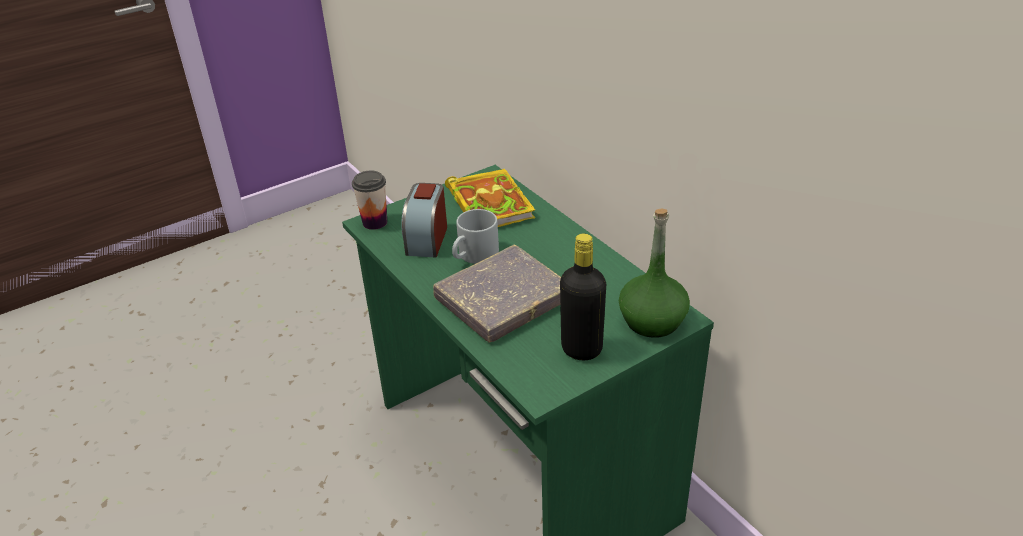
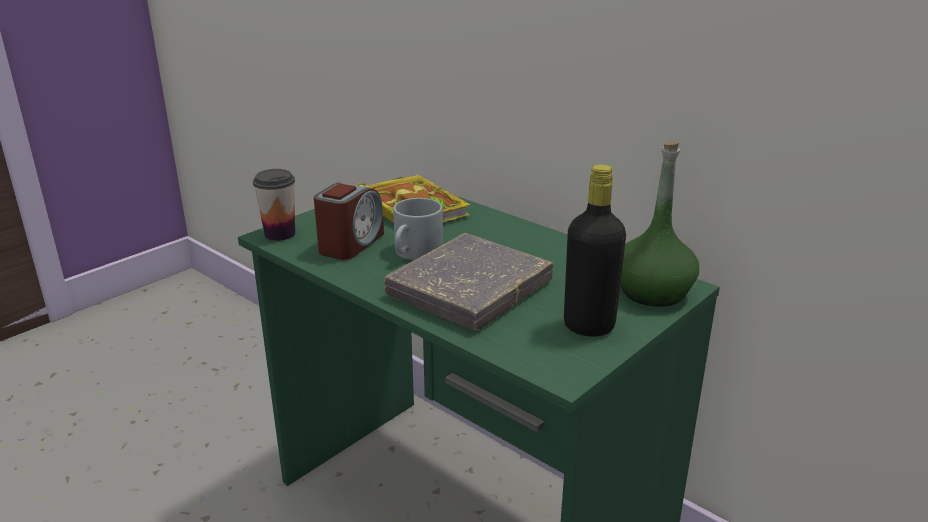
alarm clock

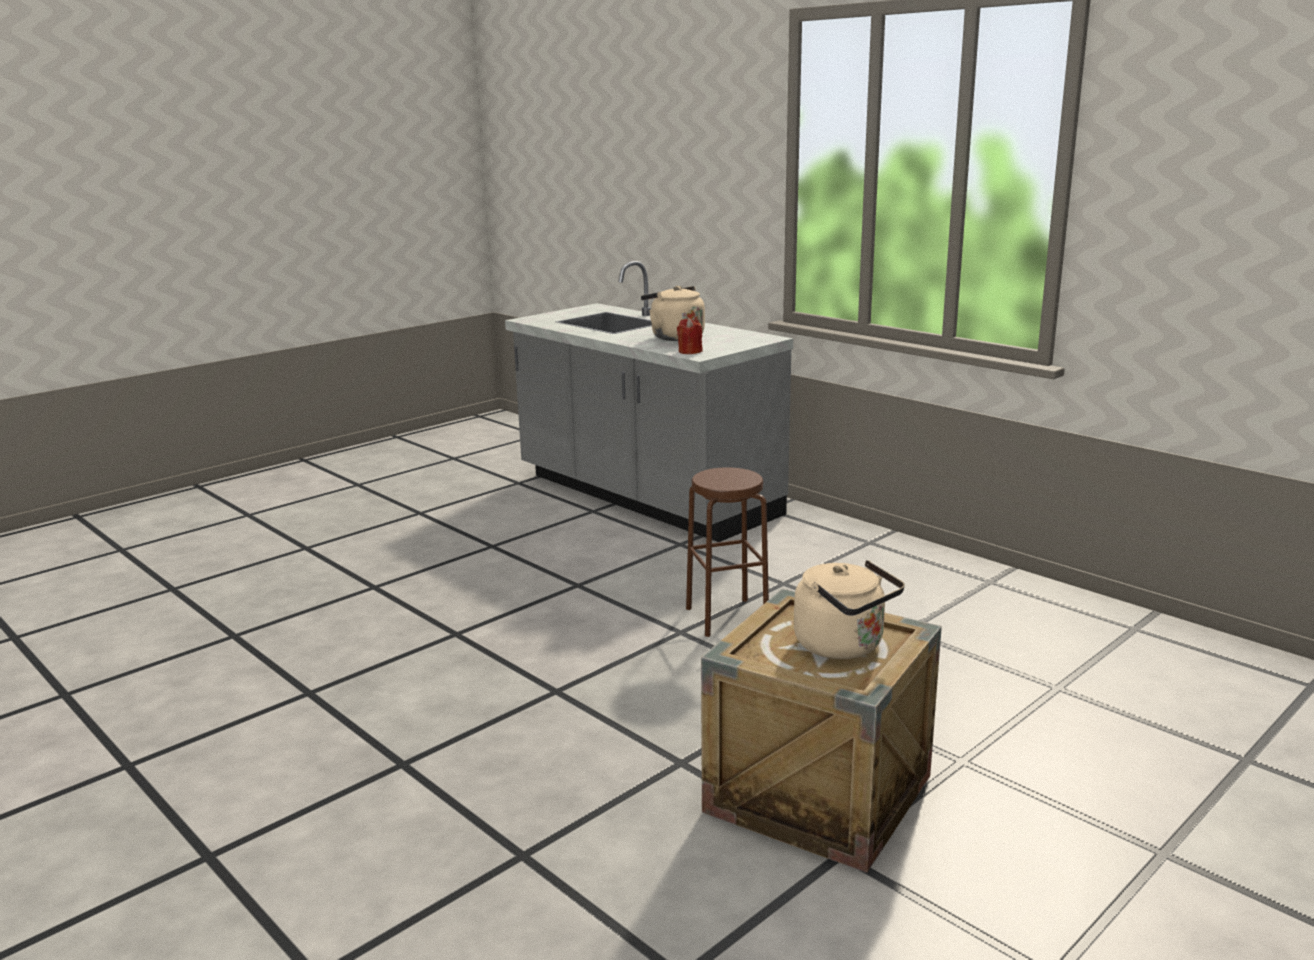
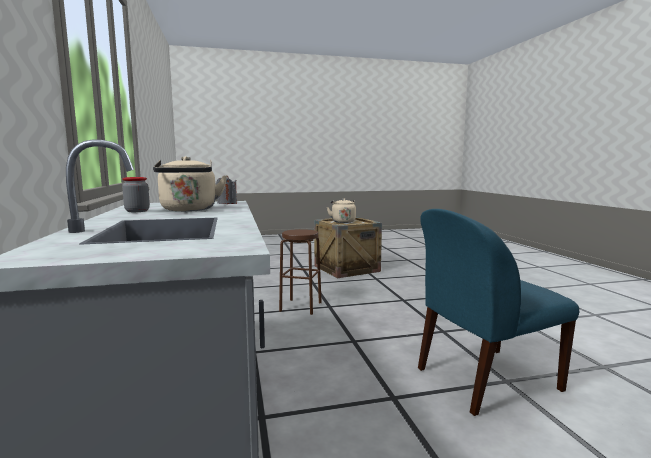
jar
candle in grey
chair in blue

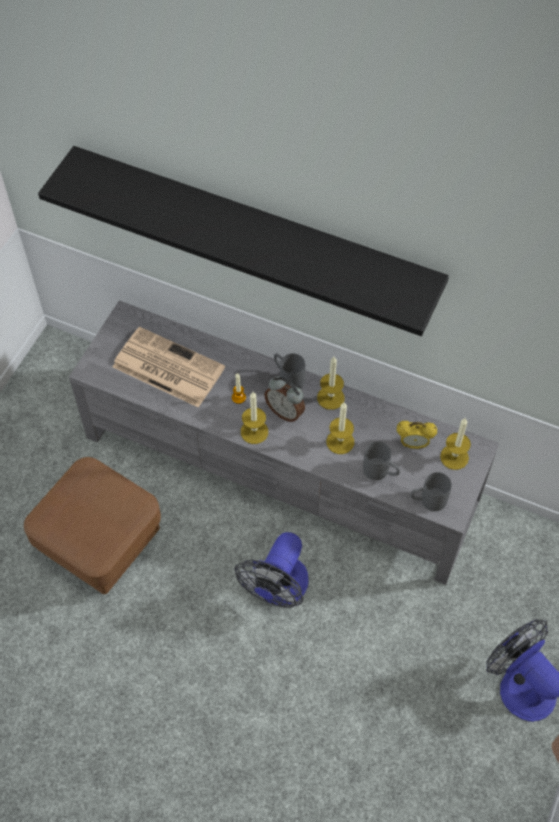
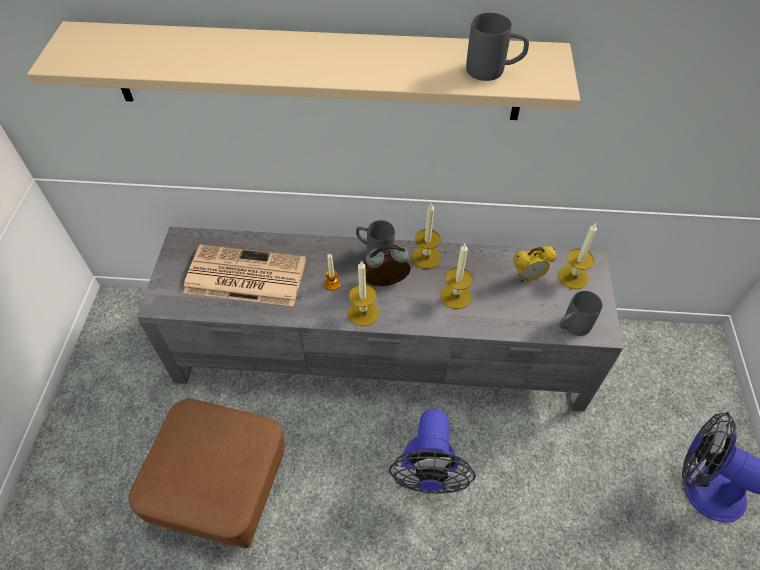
shelf in beige
alarm clock (1st from left)
mug in grey (2nd from left)

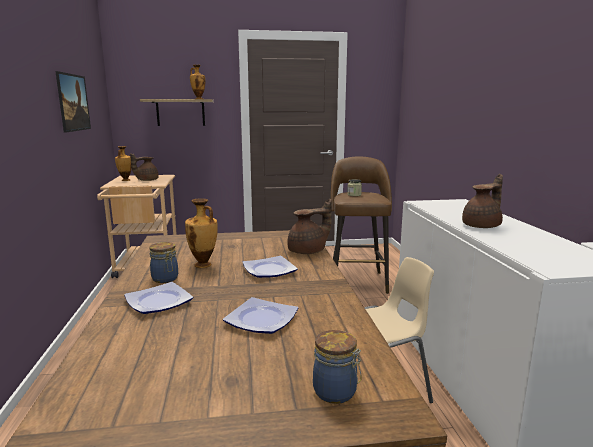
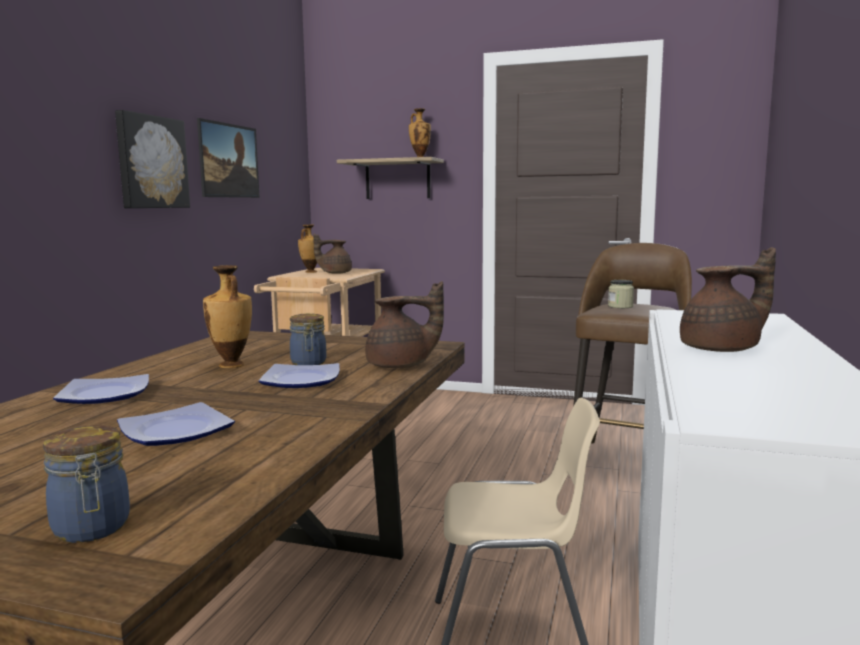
picture (1st from left)
jar (2nd from left)

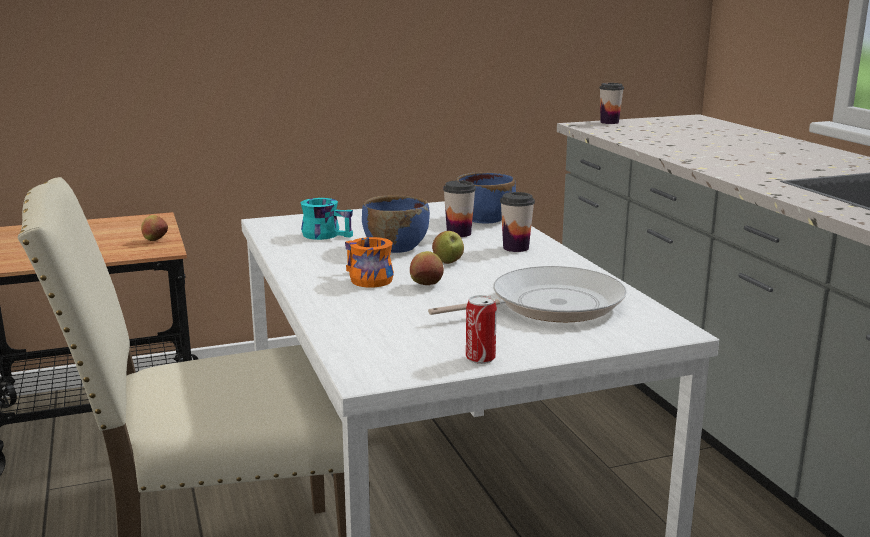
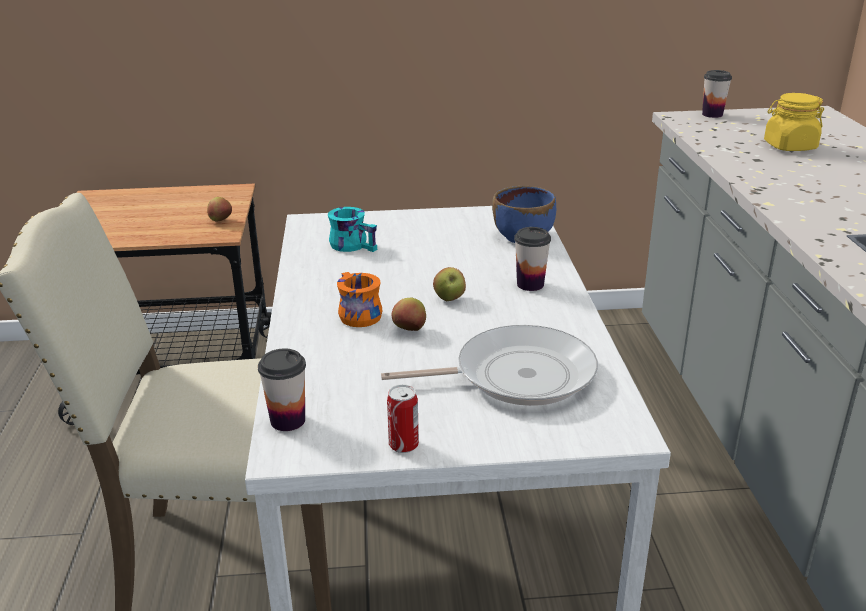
cup (1st from left)
jar in yellow
bowl in blue (1st from left in the first image)

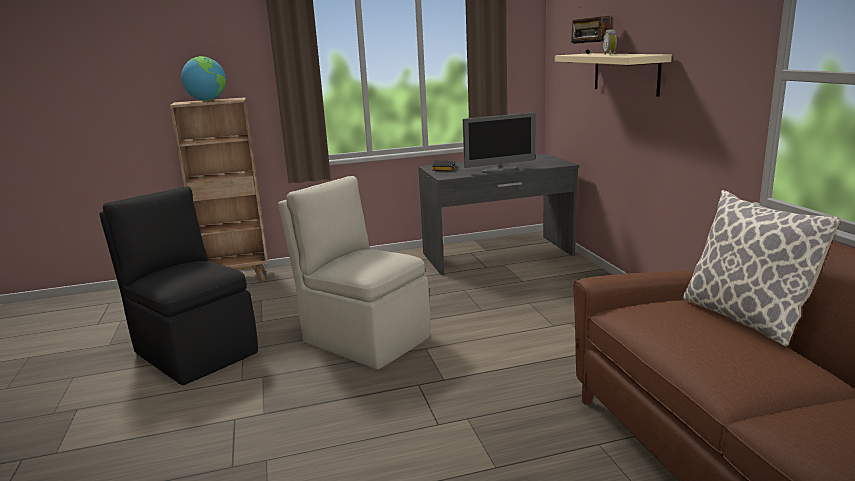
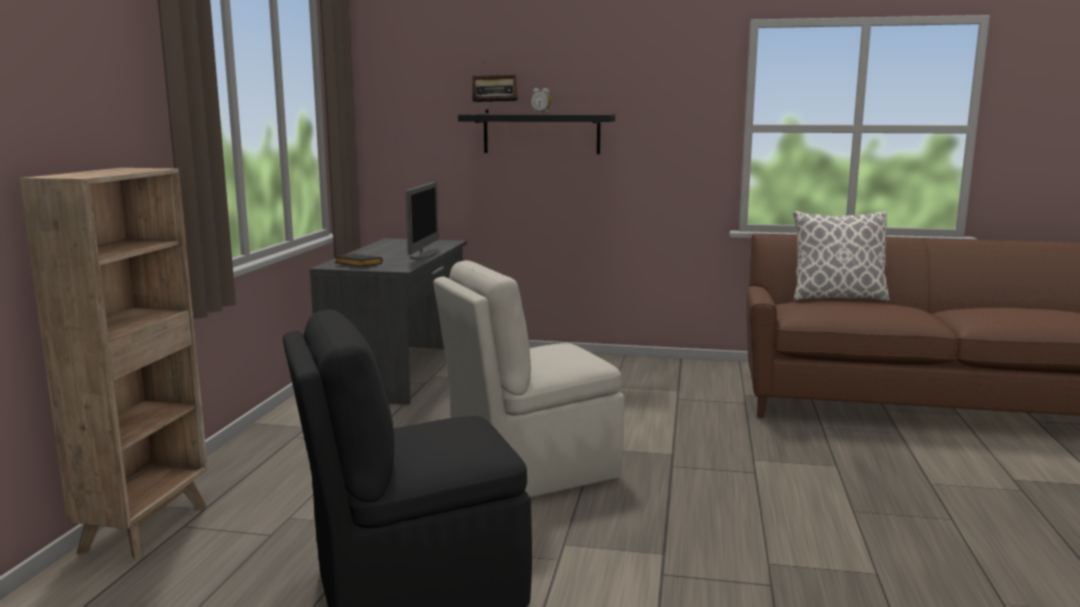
shelf in black
globe

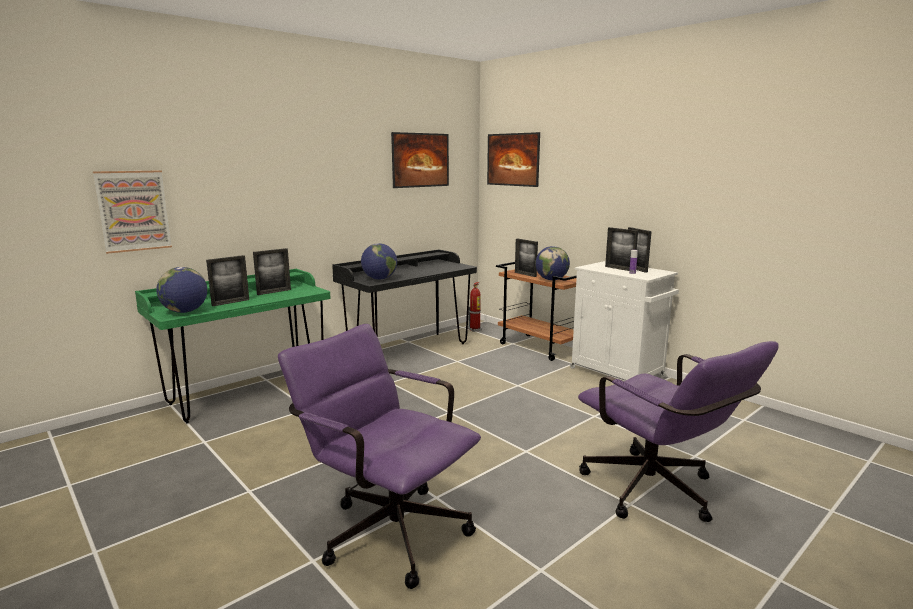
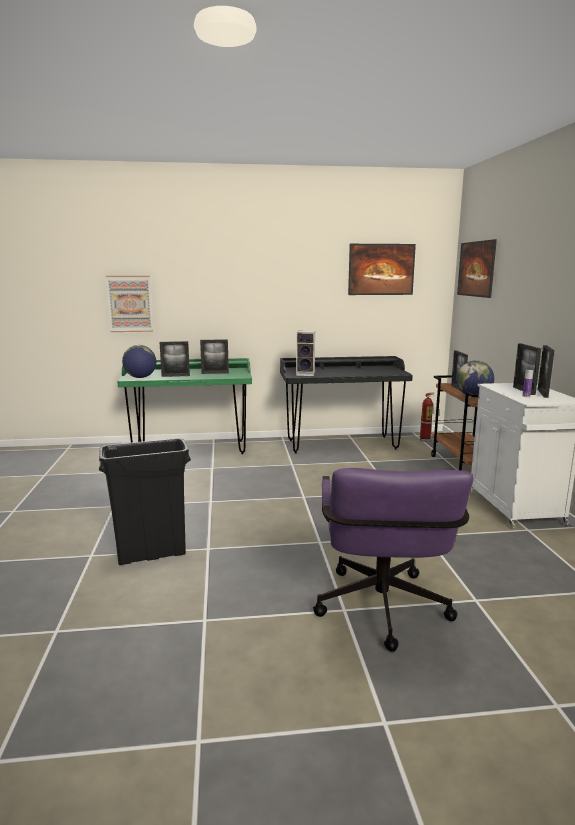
trash can in black
speaker

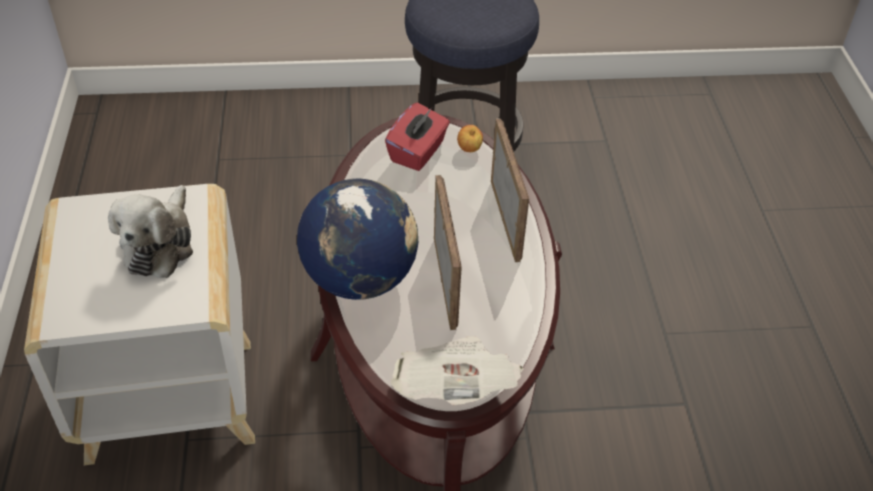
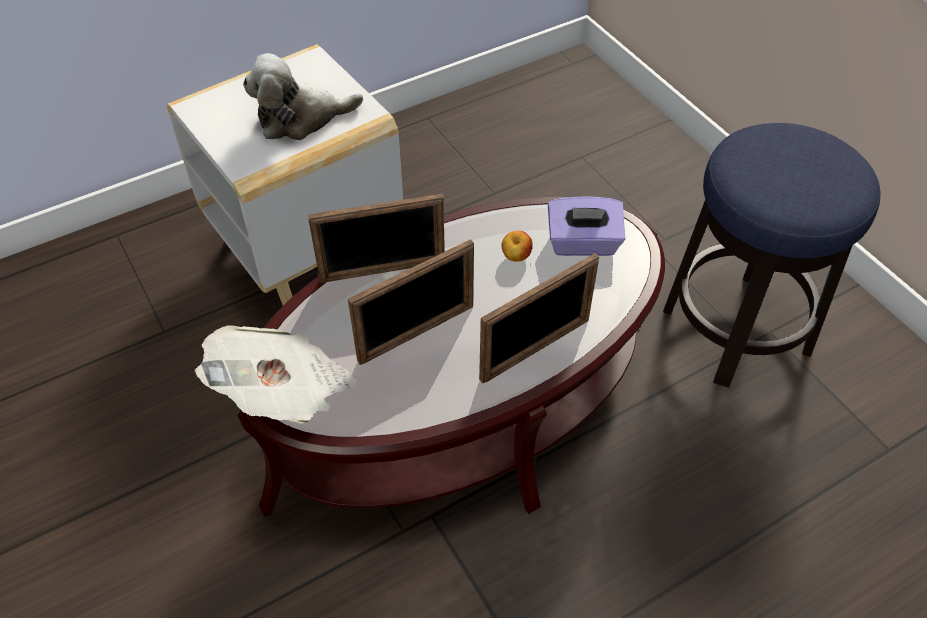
picture frame (1st from left)
apple
tissue box in purple

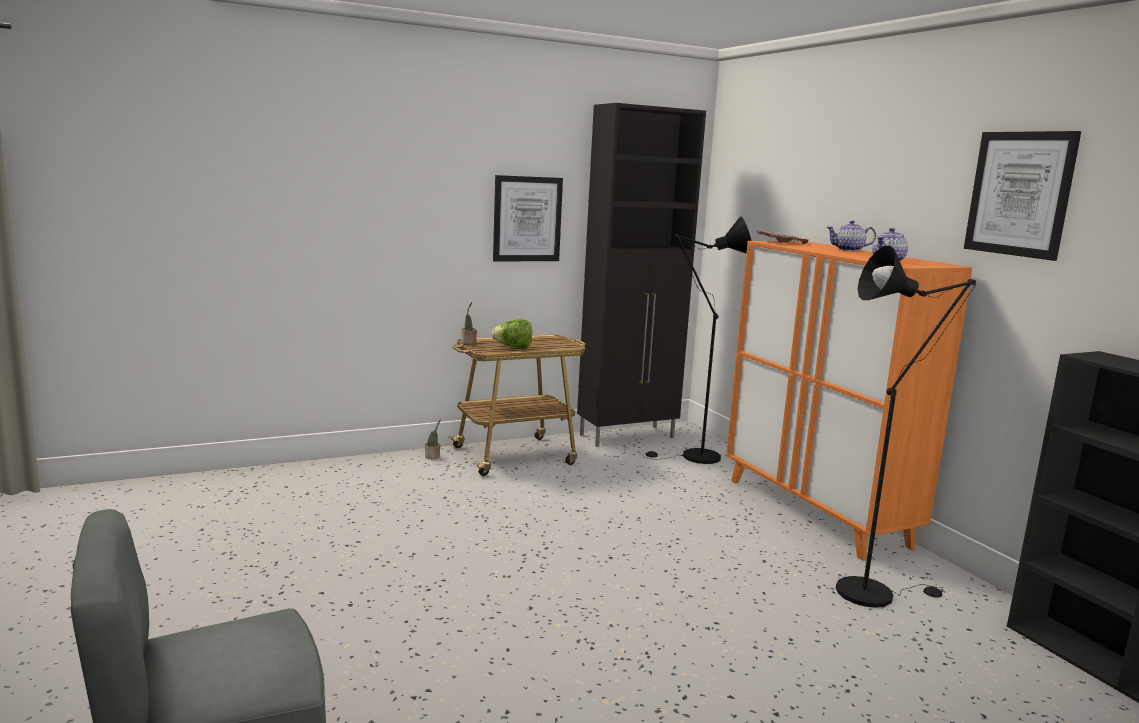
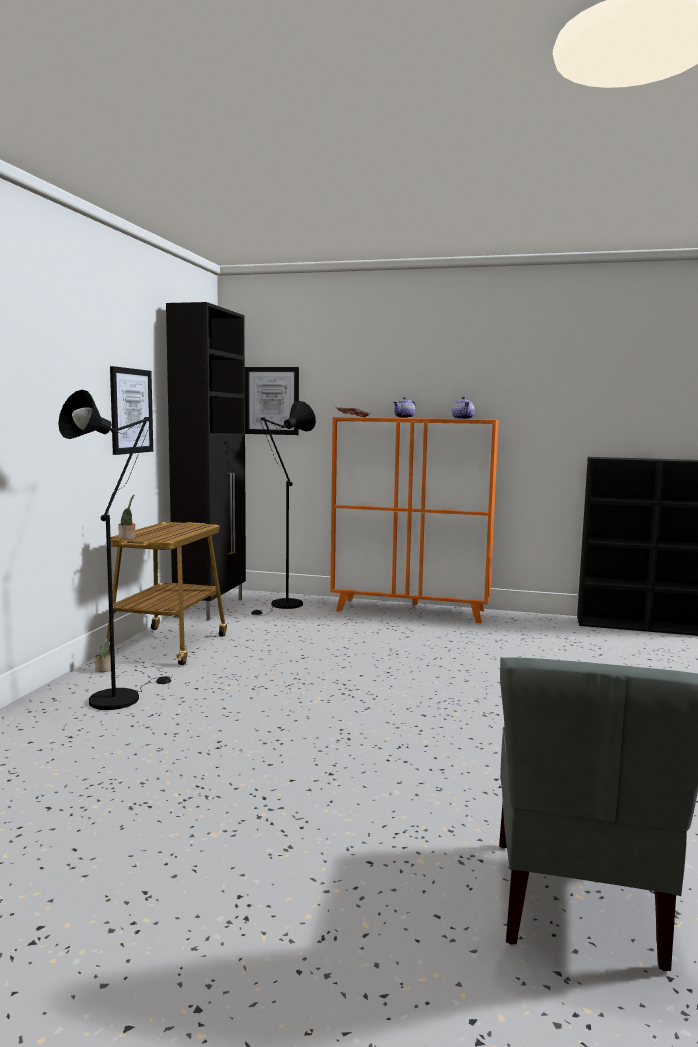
floor lamp in black (1st from left)
picture (2nd from left)
lettuce

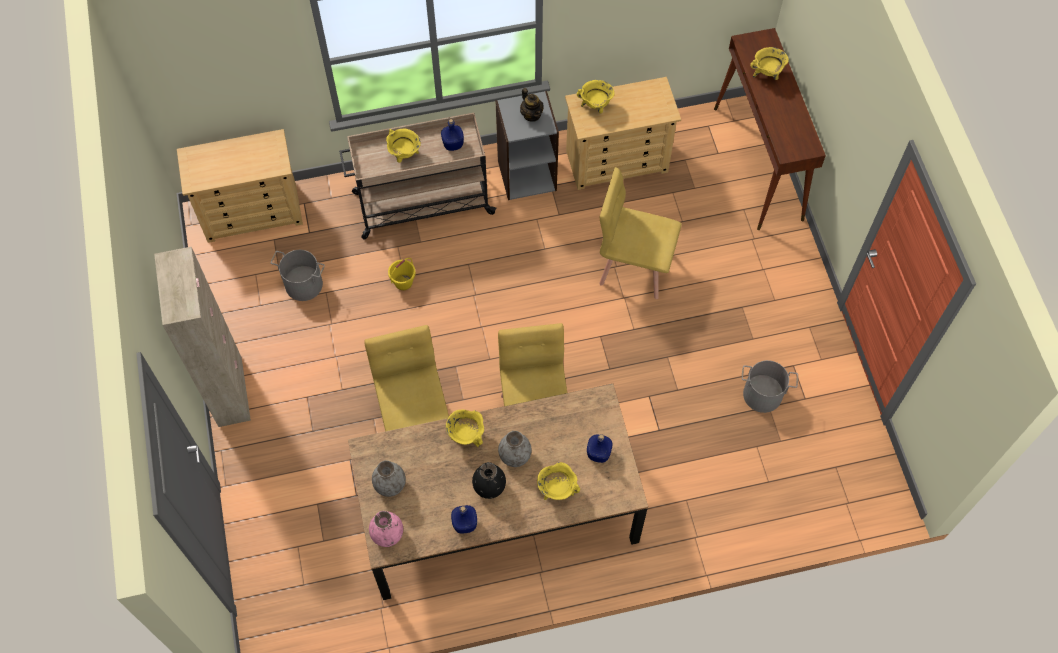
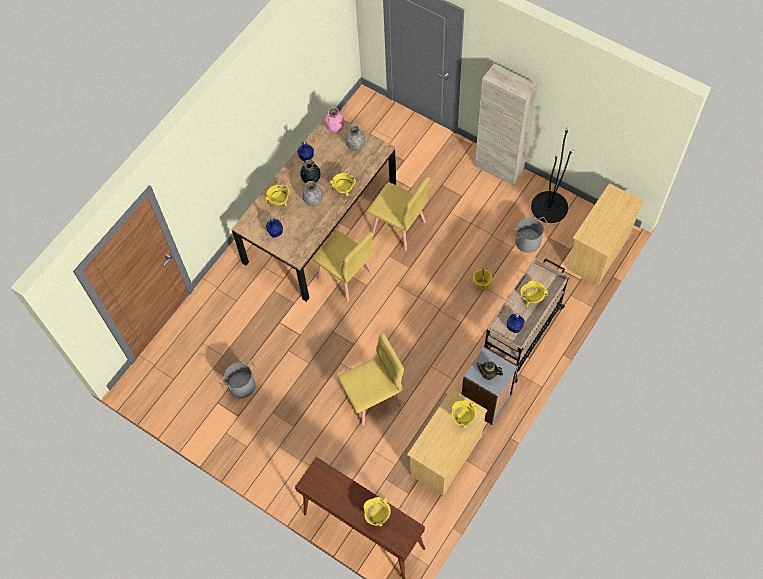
floor lamp in black

